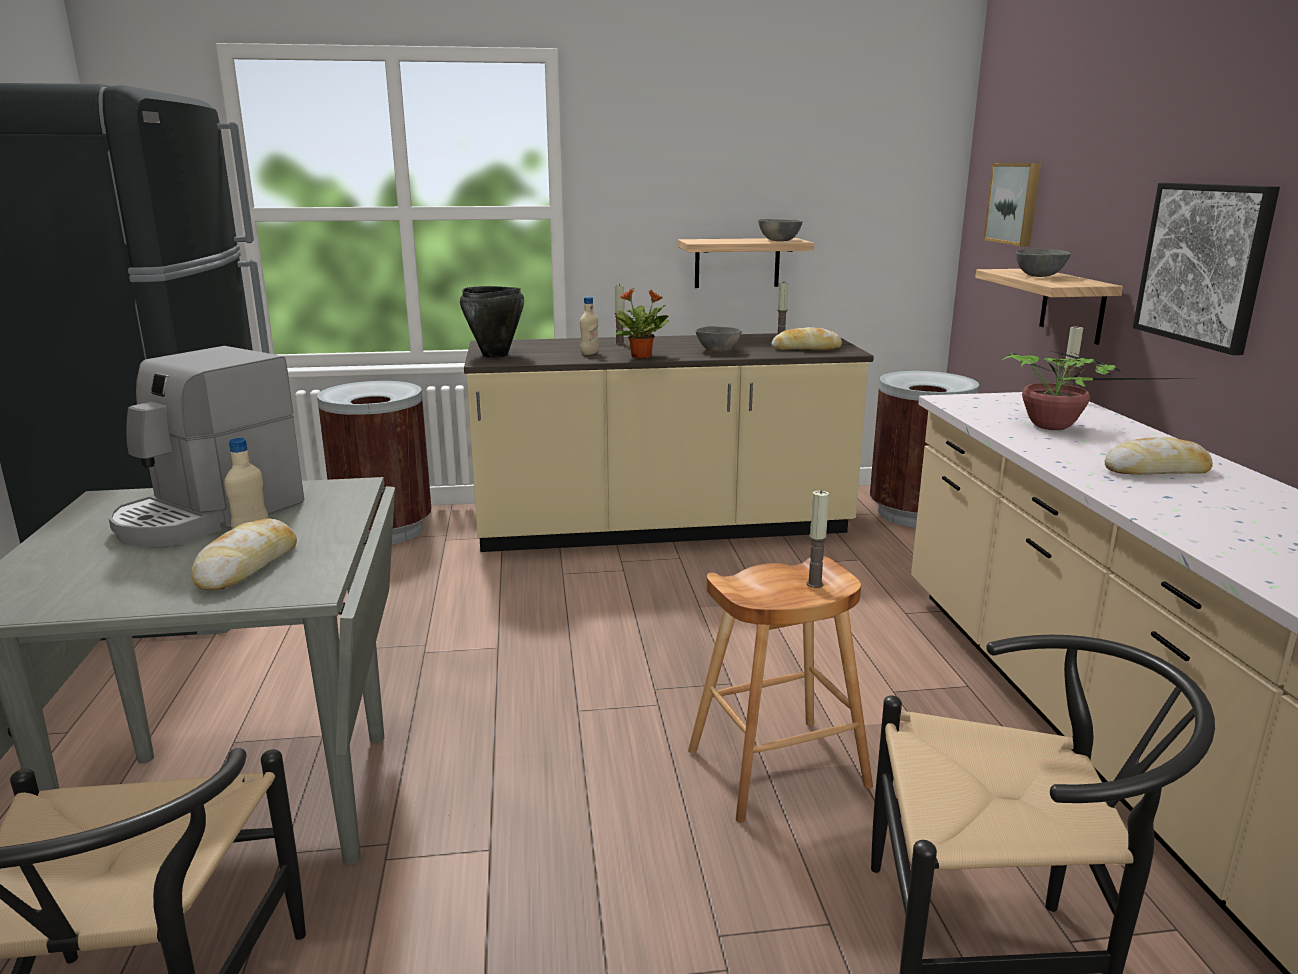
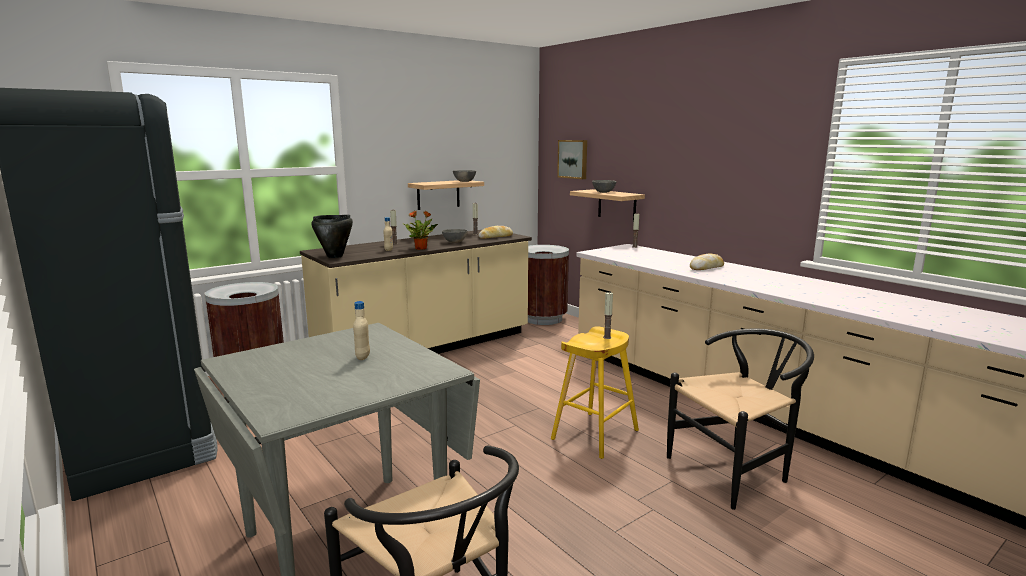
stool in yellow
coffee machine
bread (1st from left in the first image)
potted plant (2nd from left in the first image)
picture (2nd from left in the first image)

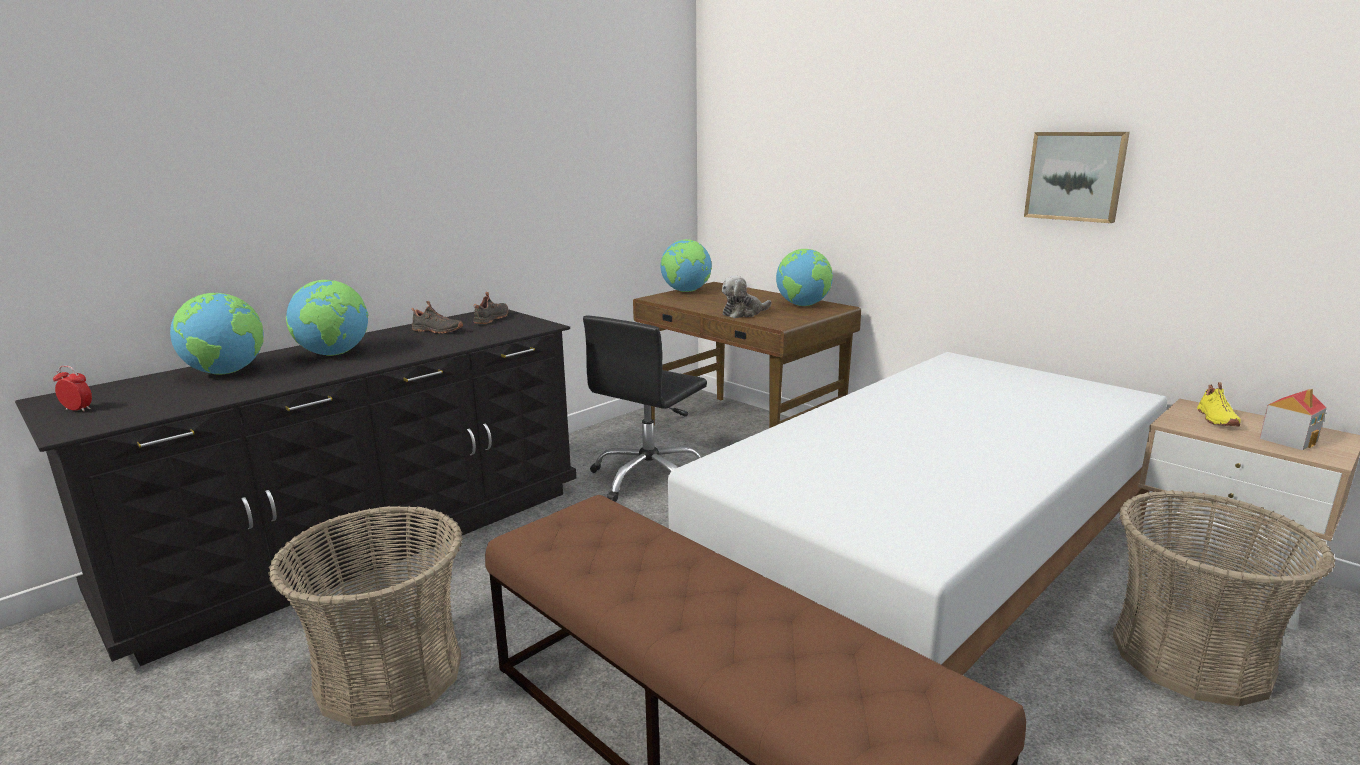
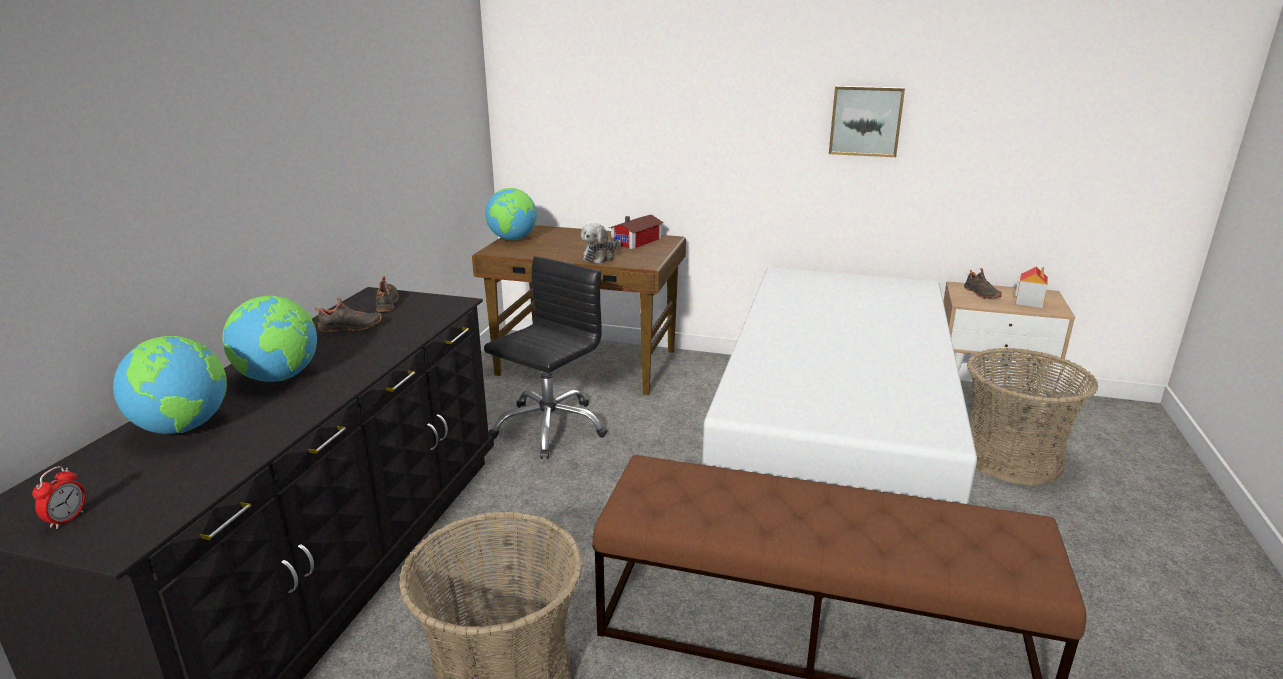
alarm clock
office chair in black
toy house (1st from left)
shoe in black (3rd from left)

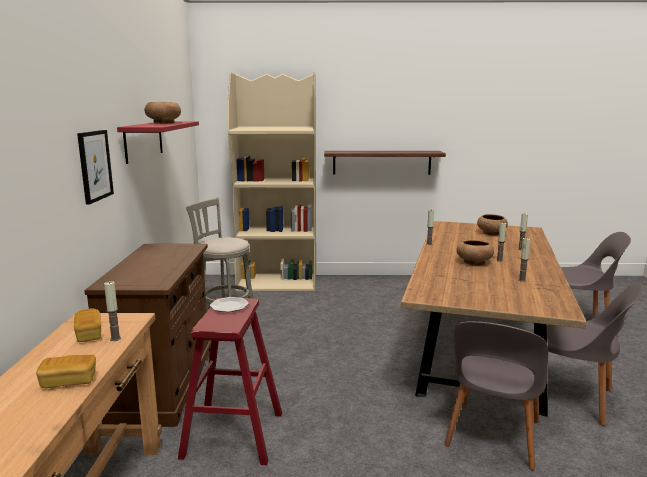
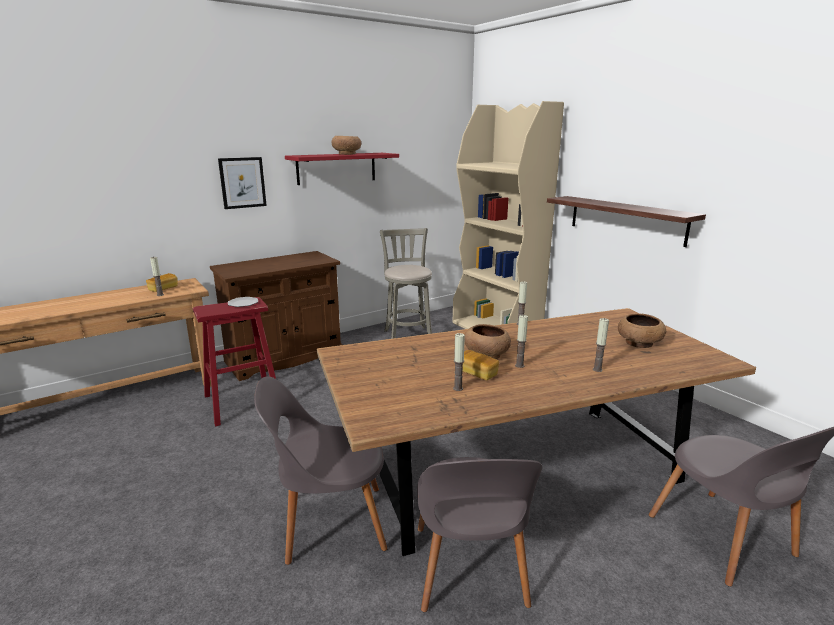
bread (2nd from left)

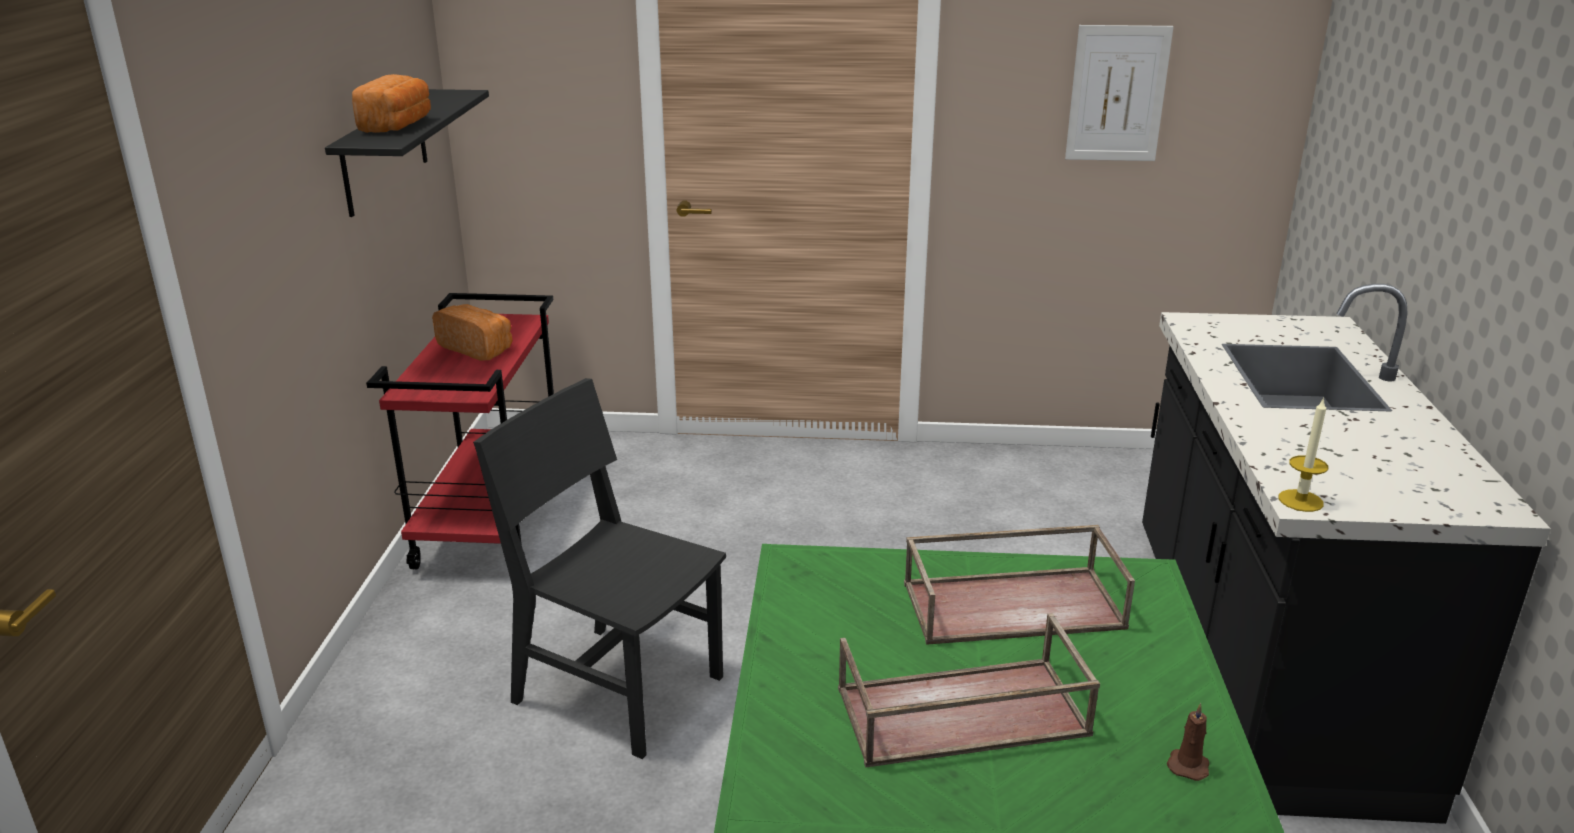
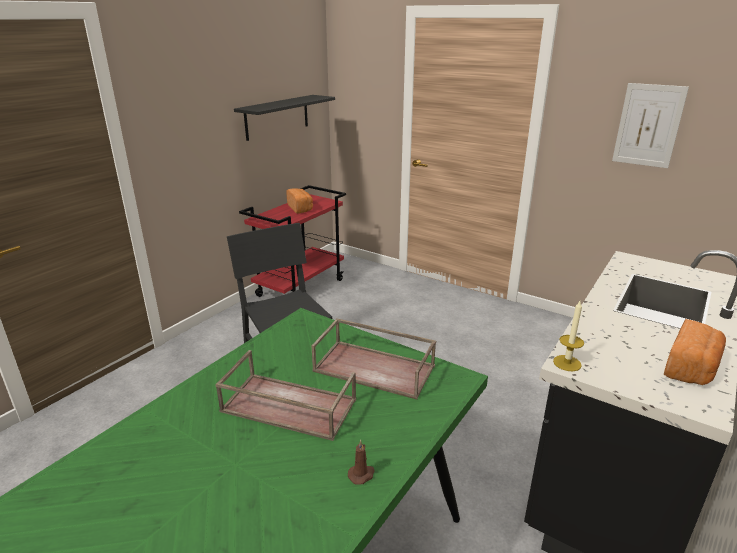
bread (2nd from left)

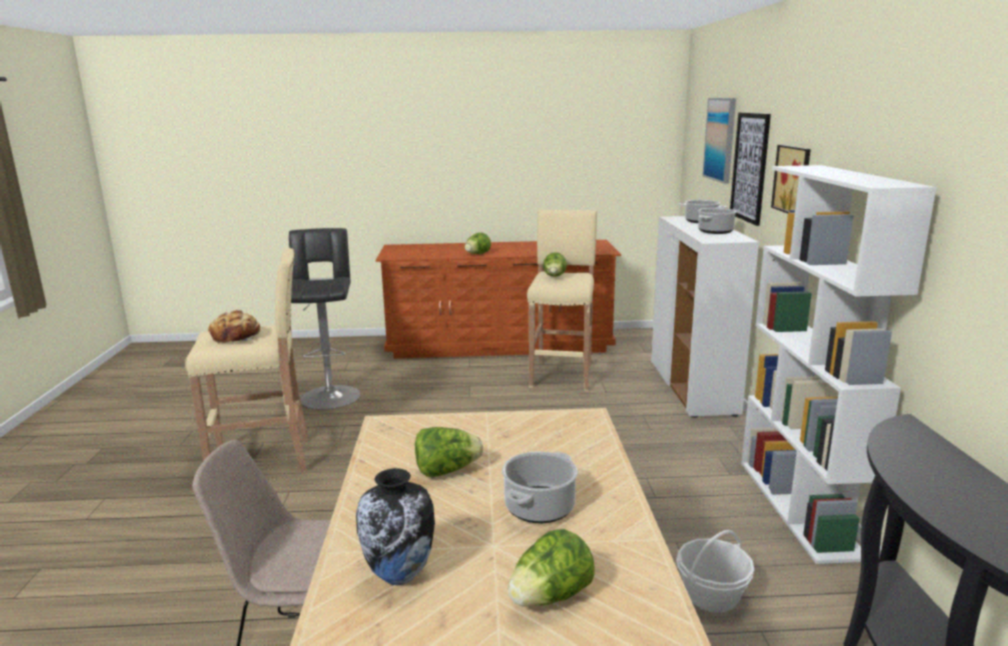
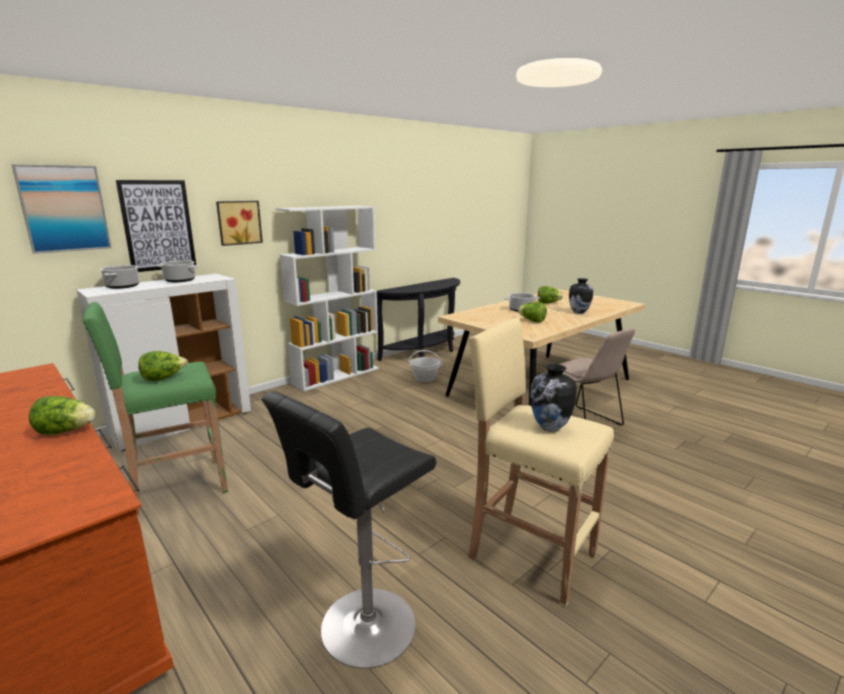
stool in green
vase (1st from left)

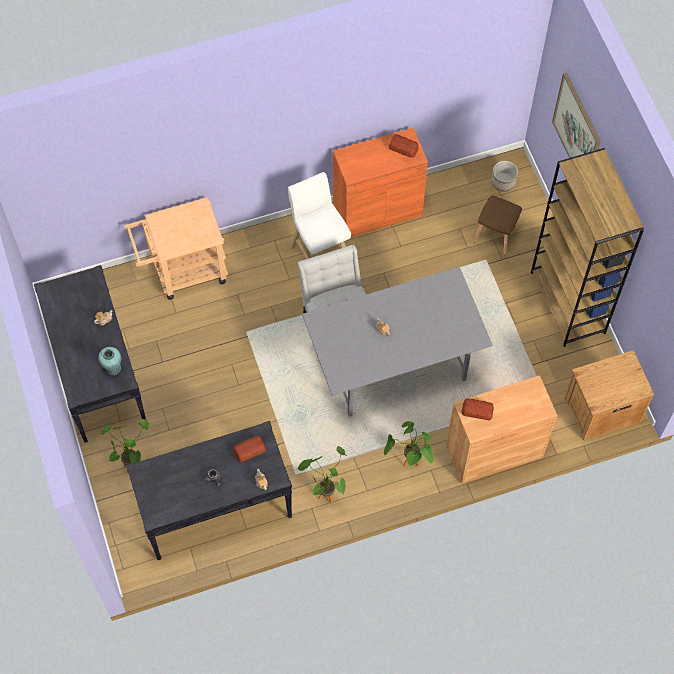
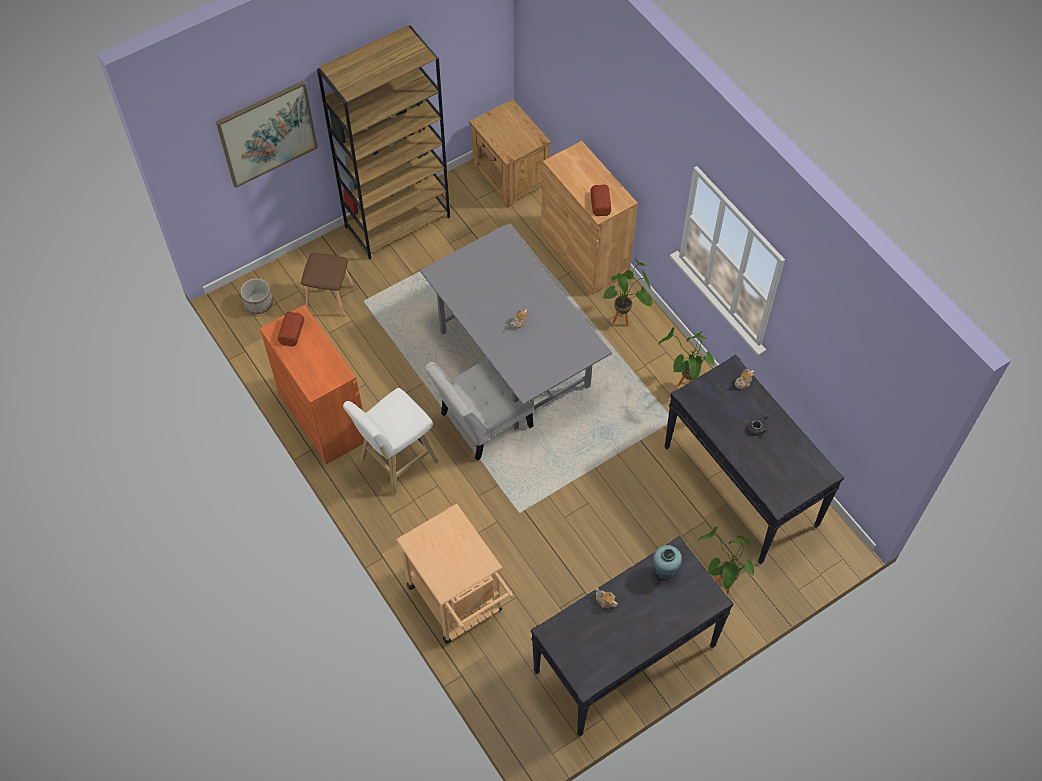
bread (1st from left in the first image)

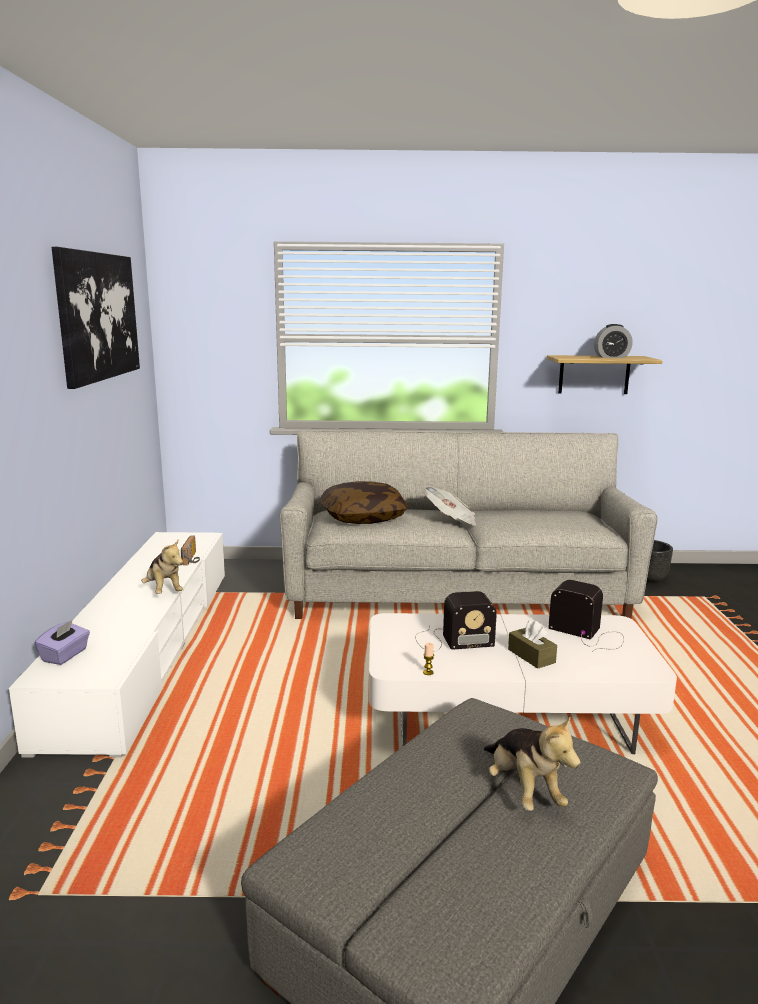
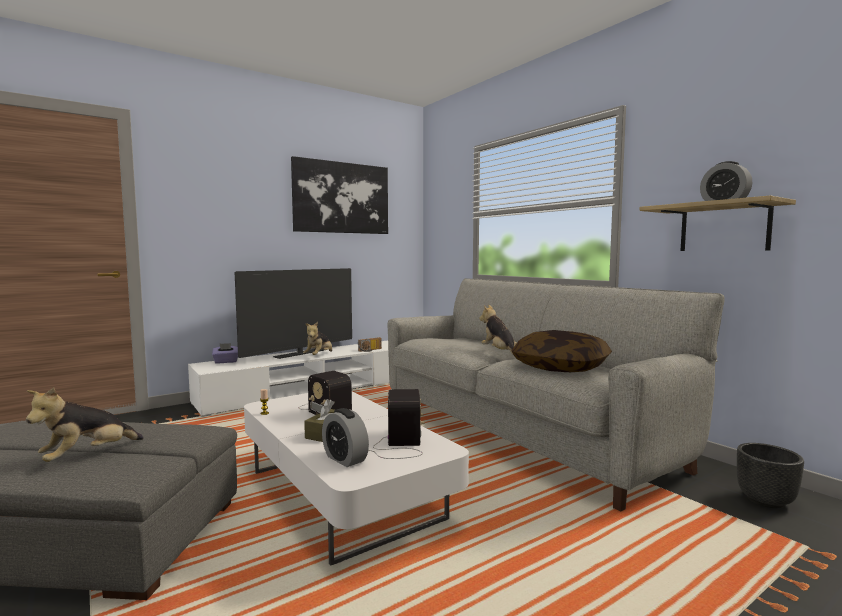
television
alarm clock (1st from left)
plush toy (3rd from left)
pillow

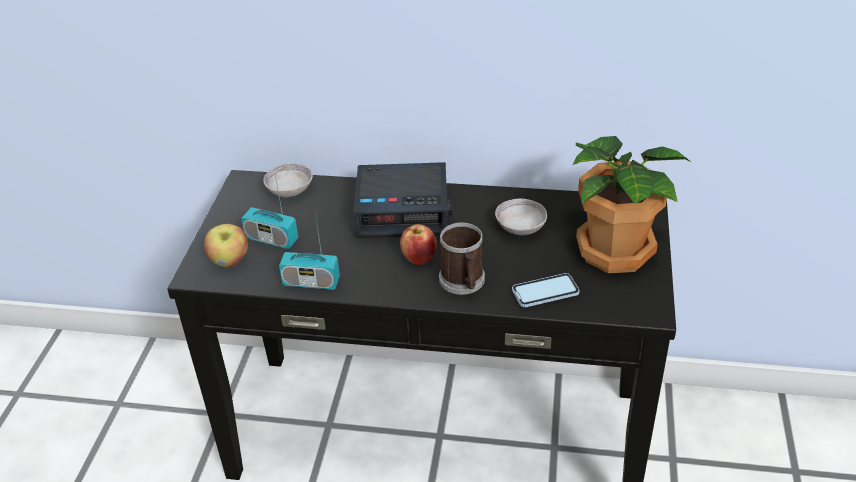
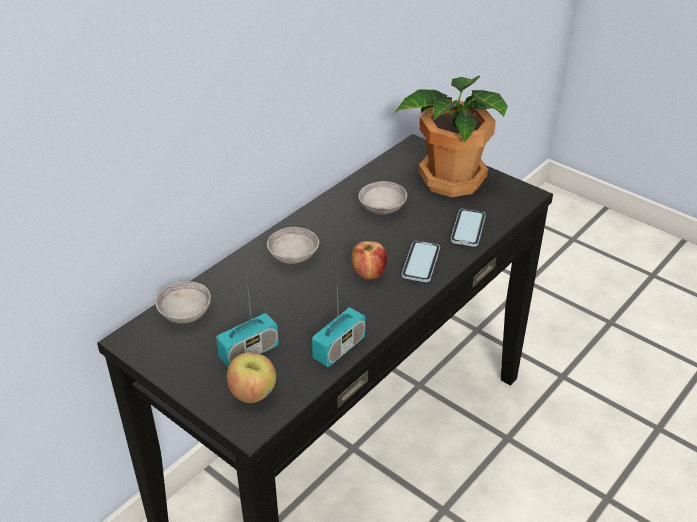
bowl in grey (2nd from left)
phone (1st from left)

